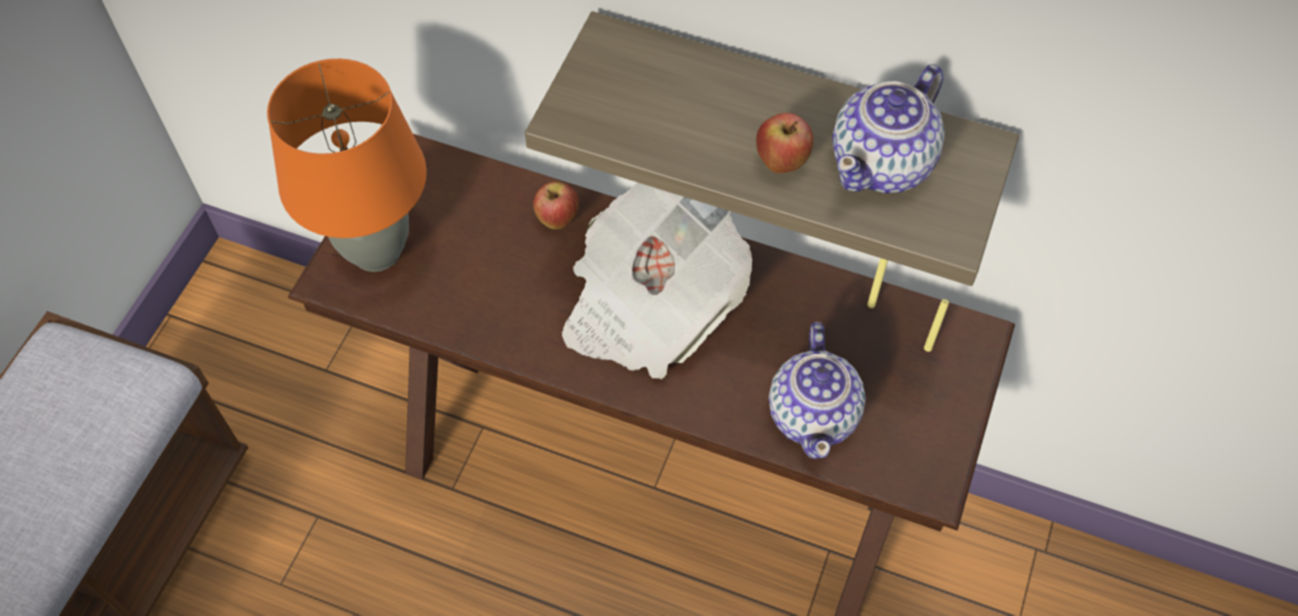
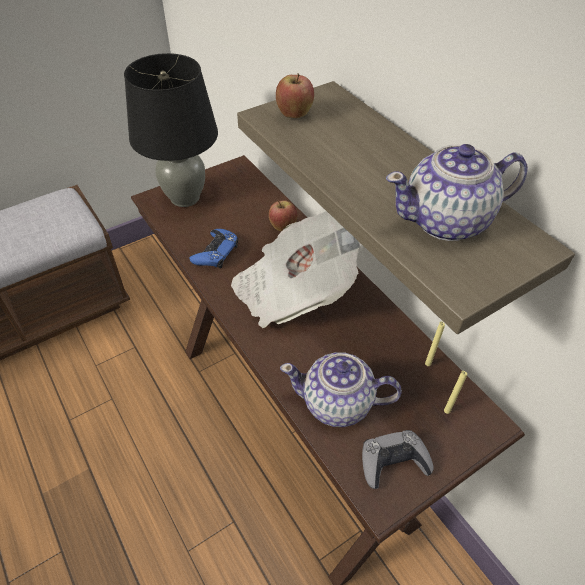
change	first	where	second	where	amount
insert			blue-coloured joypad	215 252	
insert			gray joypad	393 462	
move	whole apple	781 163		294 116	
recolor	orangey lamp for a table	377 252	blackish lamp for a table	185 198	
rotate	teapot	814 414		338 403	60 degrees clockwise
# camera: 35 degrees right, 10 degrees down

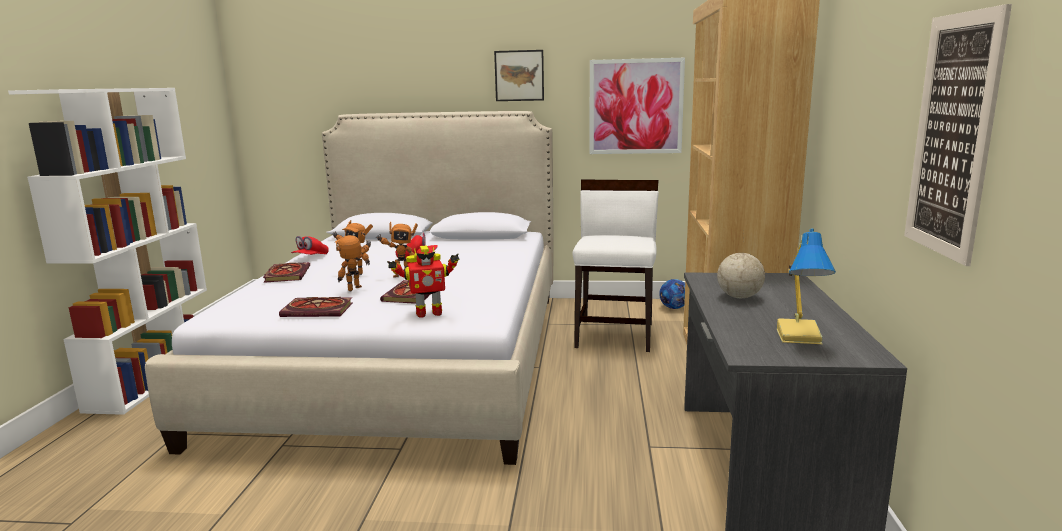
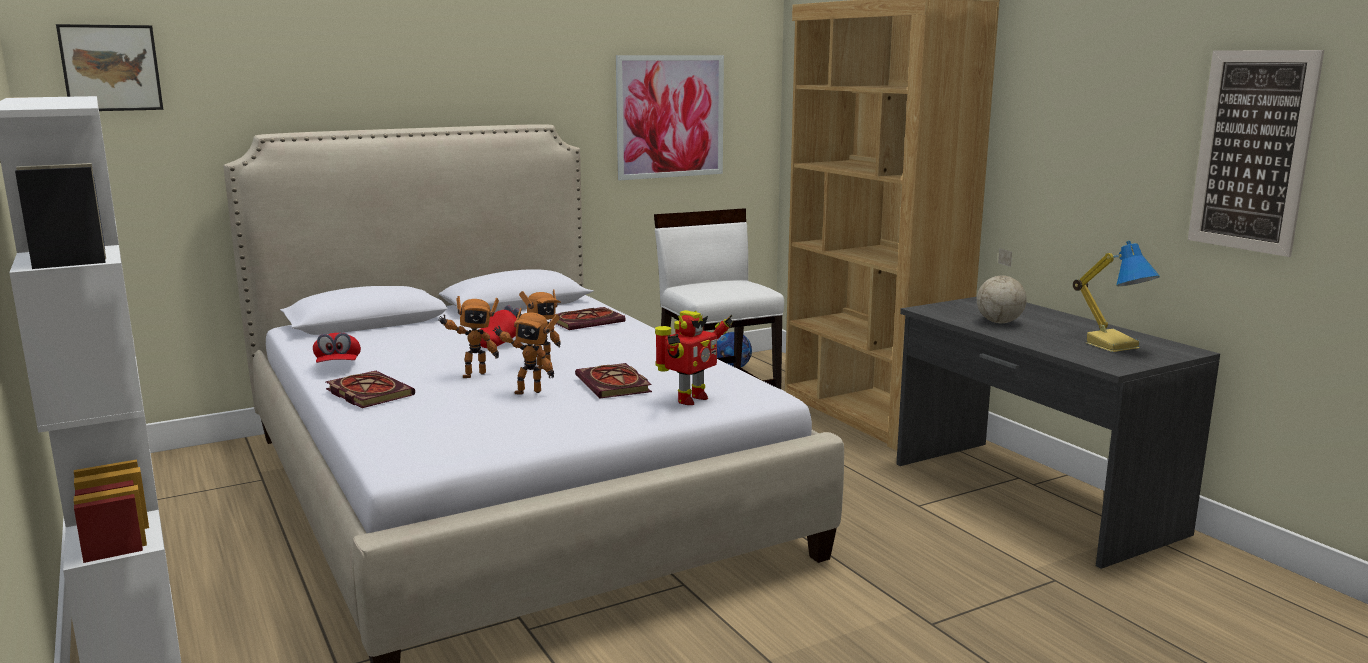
change	first	where	second	where	amount
move	book	319 310		588 321	
move	wall picture	519 75		111 68	
rotate	toy robot	357 289		527 391	90 degrees counterclockwise
# camera: 35 degrees left, 0 degrees up

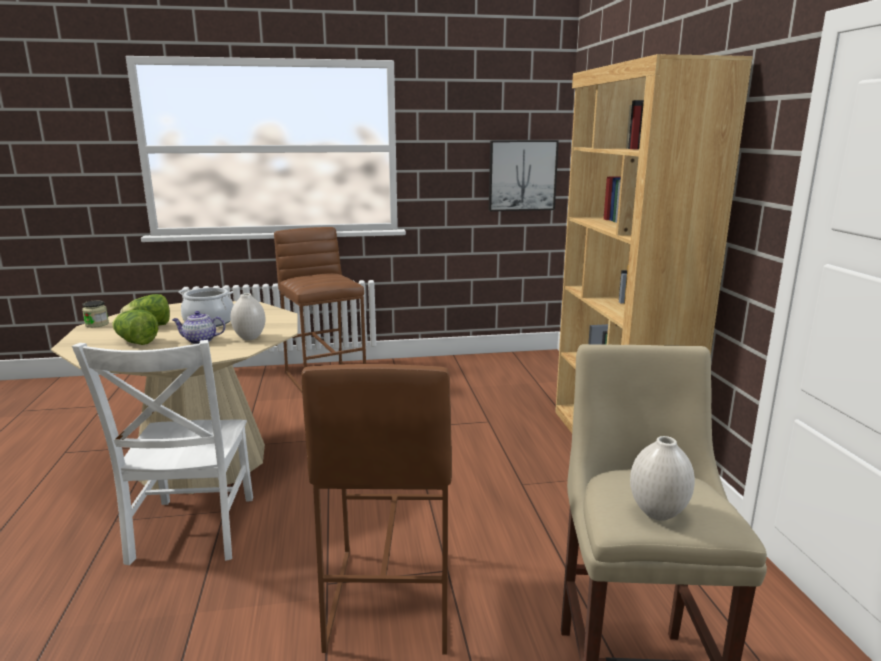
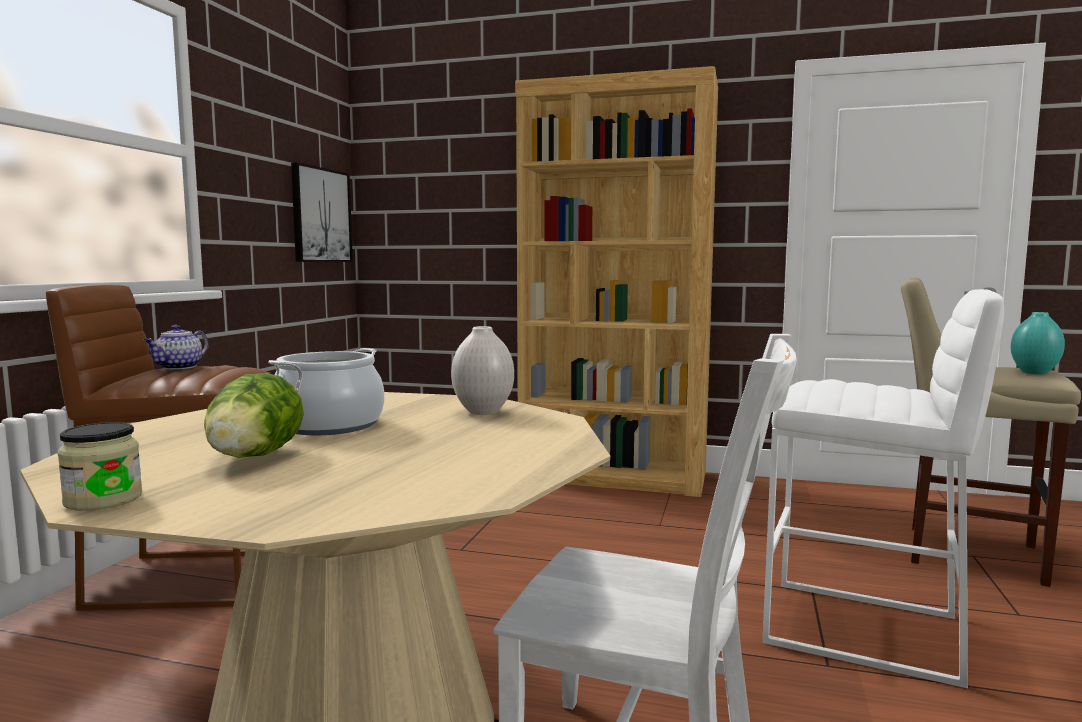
change	first	where	second	where	amount
delete	lettuce head	136 342			
move	teapot	199 340		178 367	
recolor	brown sitting stool	389 599	white sitting stool	863 631	
recolor	white flower vase	657 512	turquoise-coloured flower vase	1033 373	
# camera: 65 degrees left, 10 degrees down

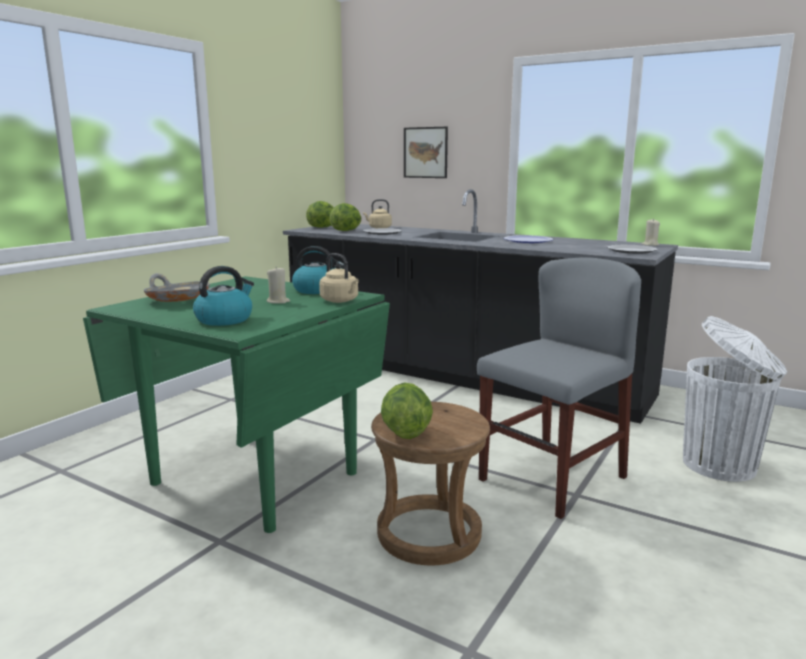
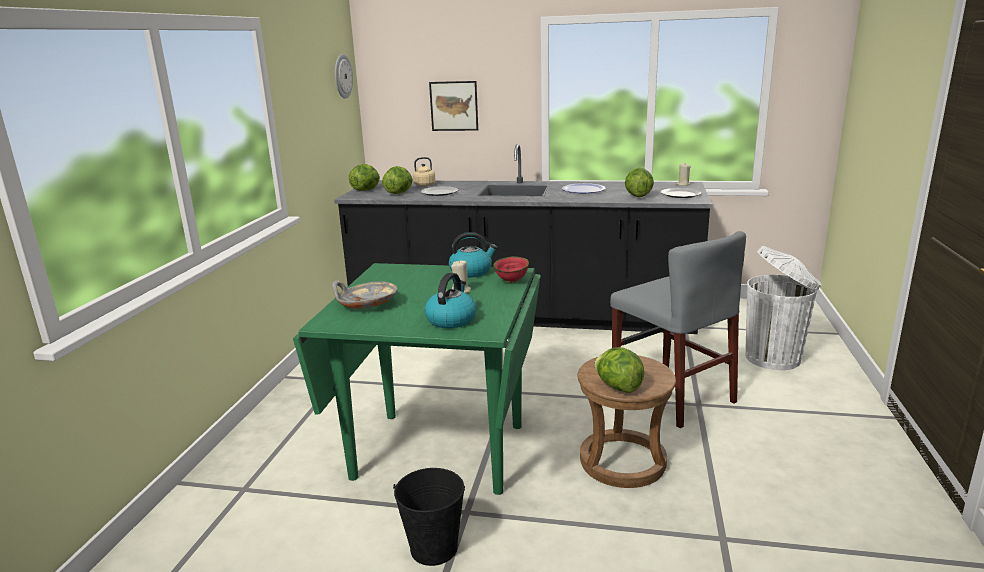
change	first	where	second	where	amount
insert			wall clock	342 76	
insert			blackish pail	434 548	
insert			lettuce head	637 196	
replace	beige tea kettle	340 301	red deep dish	512 281	
rotate	gray upright chair	552 478		672 395	120 degrees clockwise
# camera: 20 degrees left, 5 degrees up

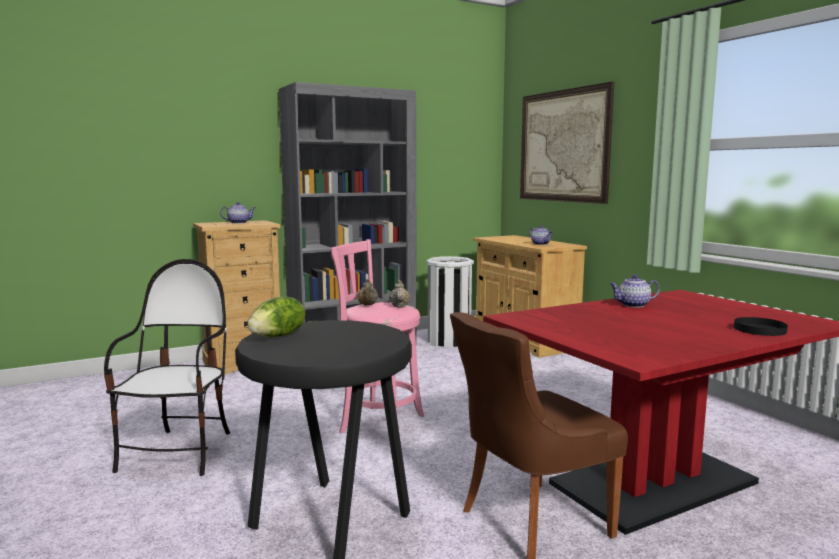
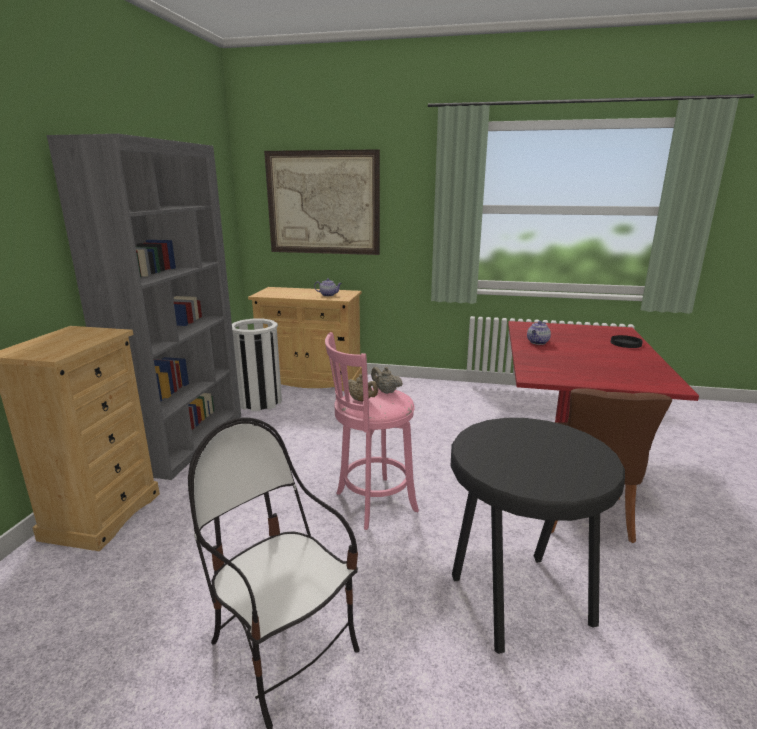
change	first	where	second	where	amount
delete	teapot	239 222			
delete	lettuce head	278 336			
# camera: 50 degrees left, 10 degrees up

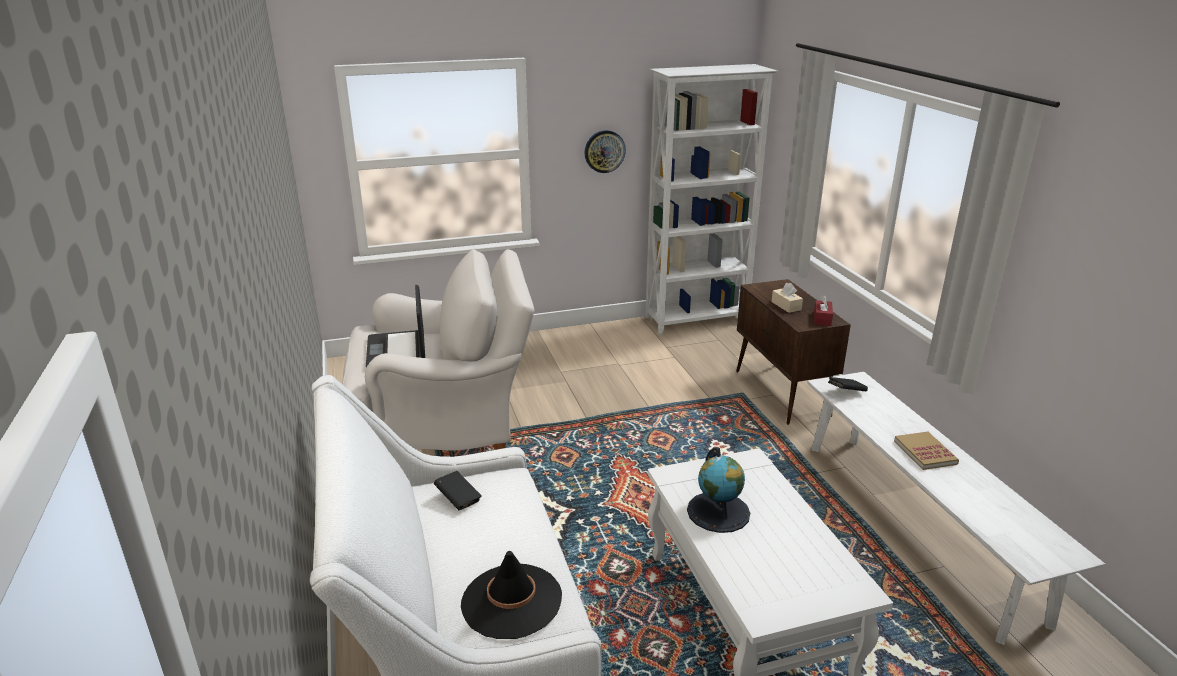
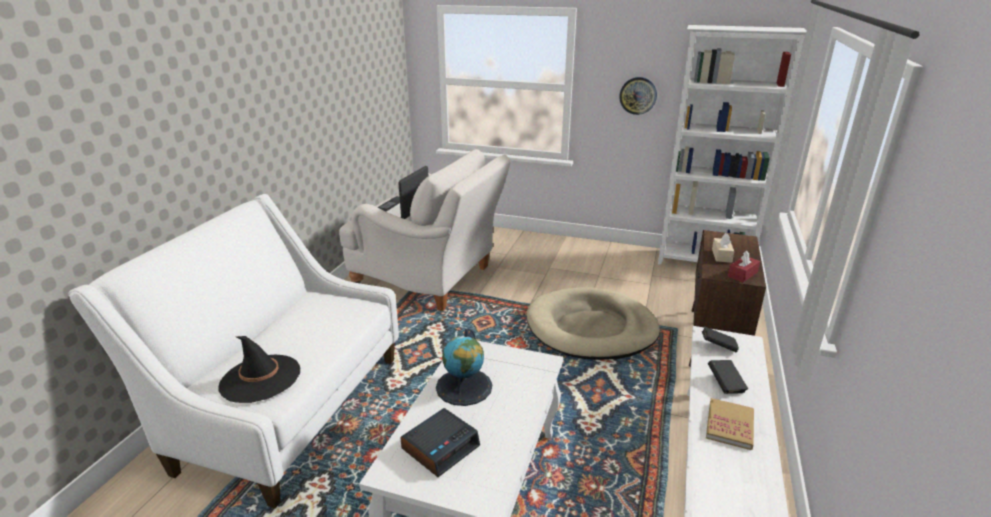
change	first	where	second	where	amount
insert			table clock	440 447	
insert			beige dog bed	591 328	
move	blackish book	458 499		725 384	
# camera: 35 degrees right, 0 degrees up

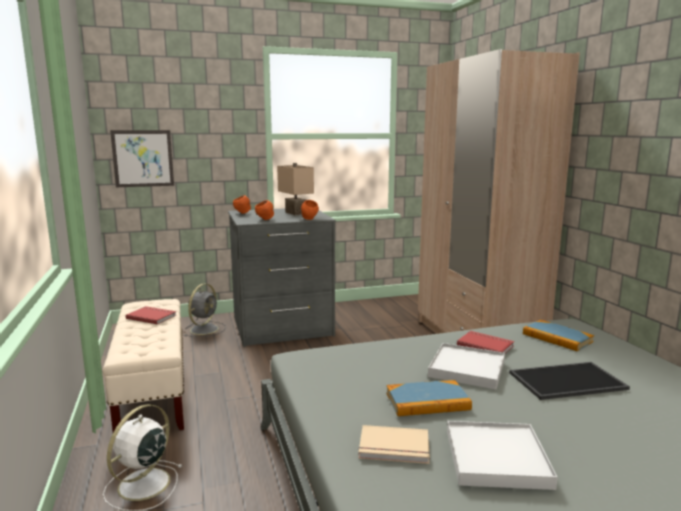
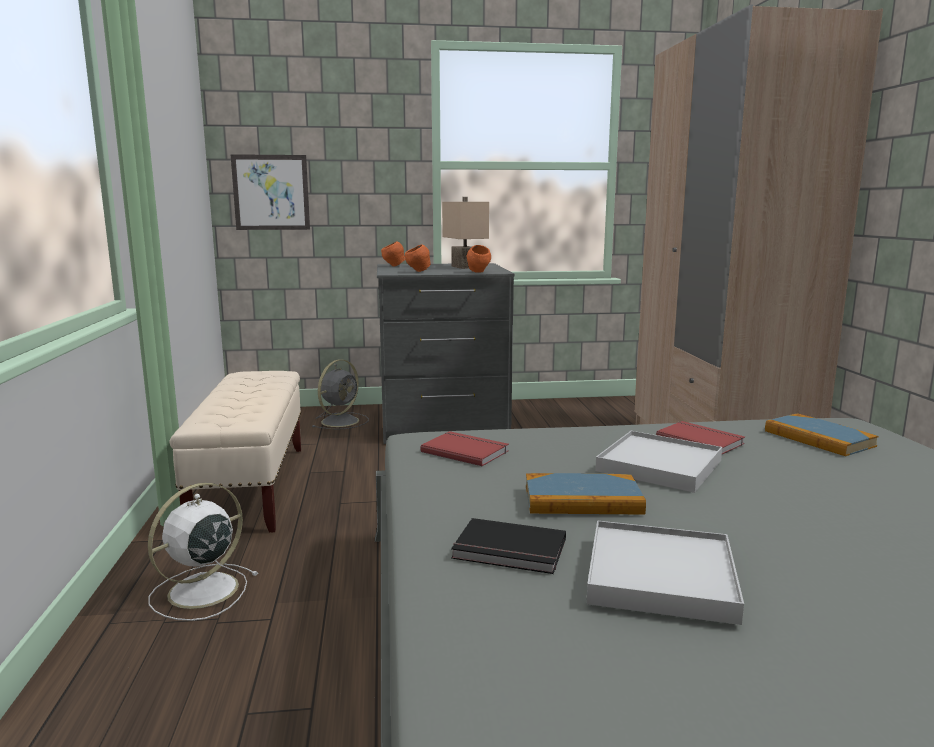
change	first	where	second	where	amount
delete	carrying tray	567 382			
move	red book	152 316		465 451	
recolor	beige book	394 448	blackish book	509 551	
# camera: 10 degrees right, 0 degrees up

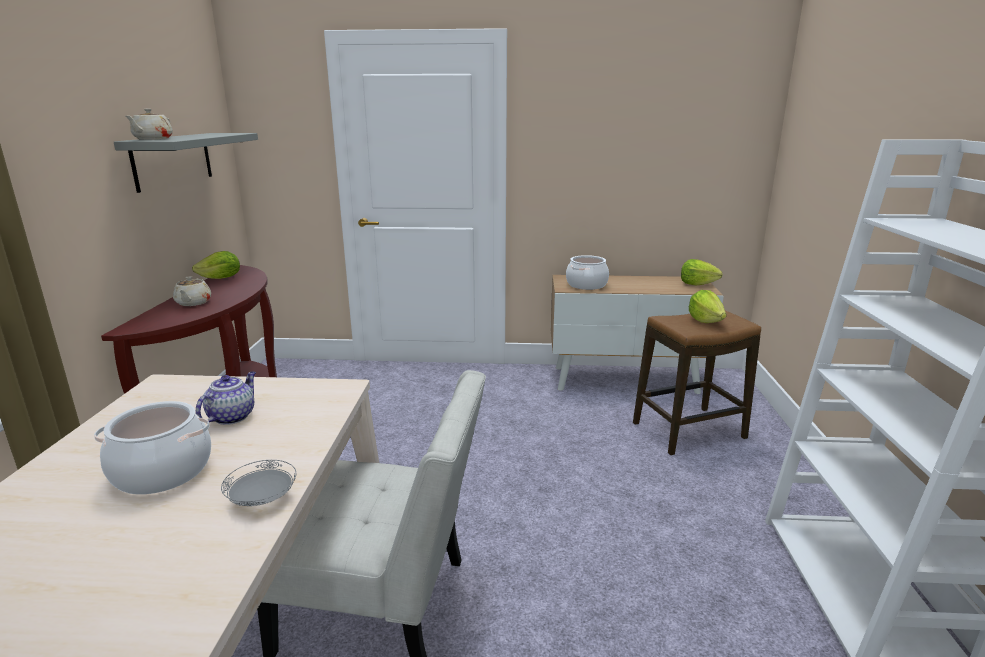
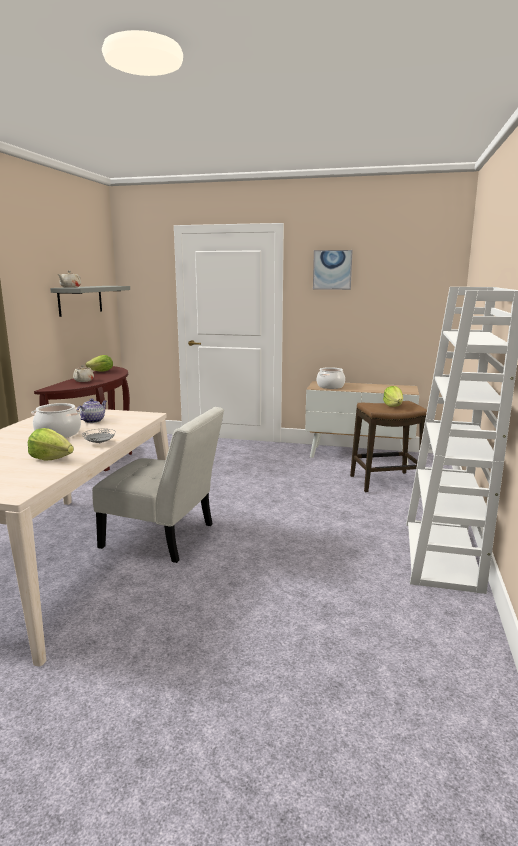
change	first	where	second	where	amount
insert			wall picture	332 270	
move	lettuce head	697 284		51 458	
# camera: 10 degrees right, 5 degrees down

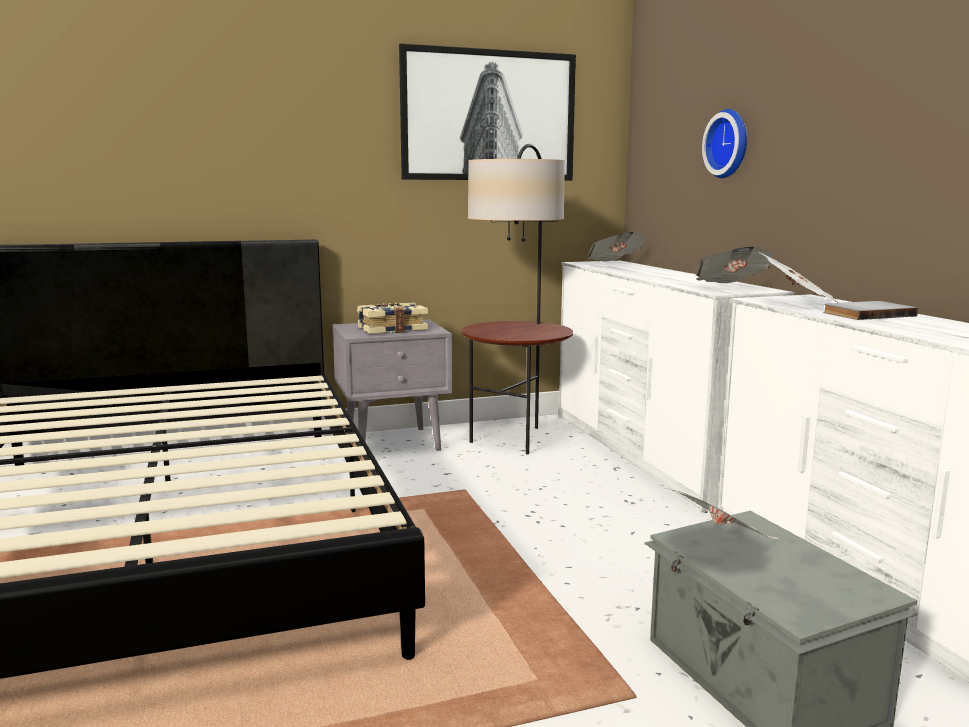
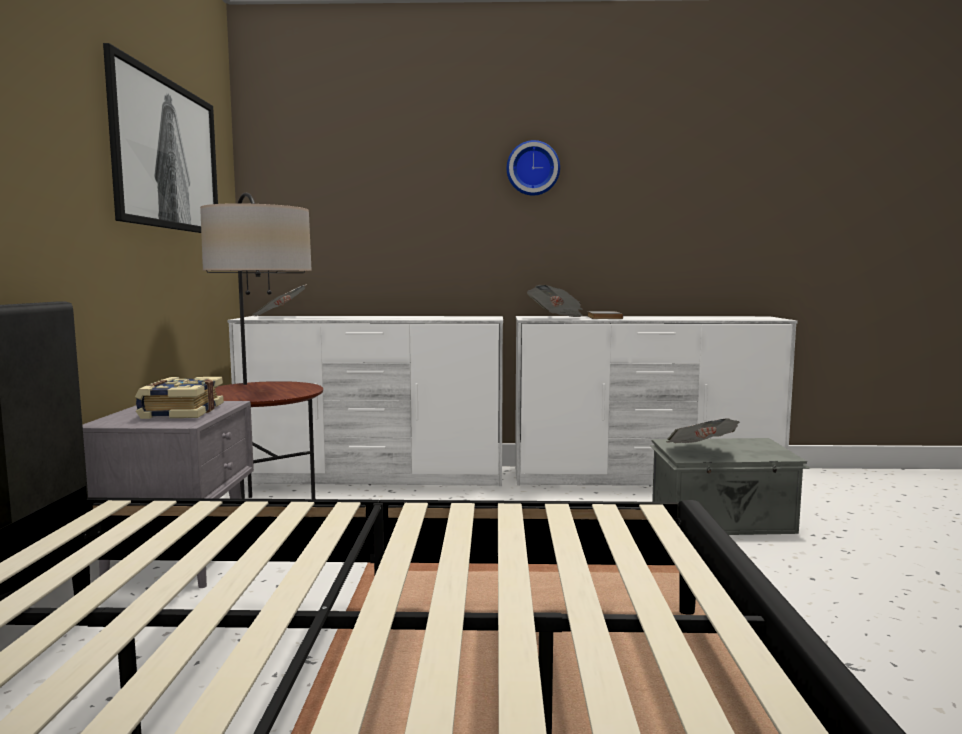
change	first	where	second	where	amount
delete	printed paper	731 287			
move	wall clock	729 144		533 168	
# camera: 70 degrees left, 5 degrees down

